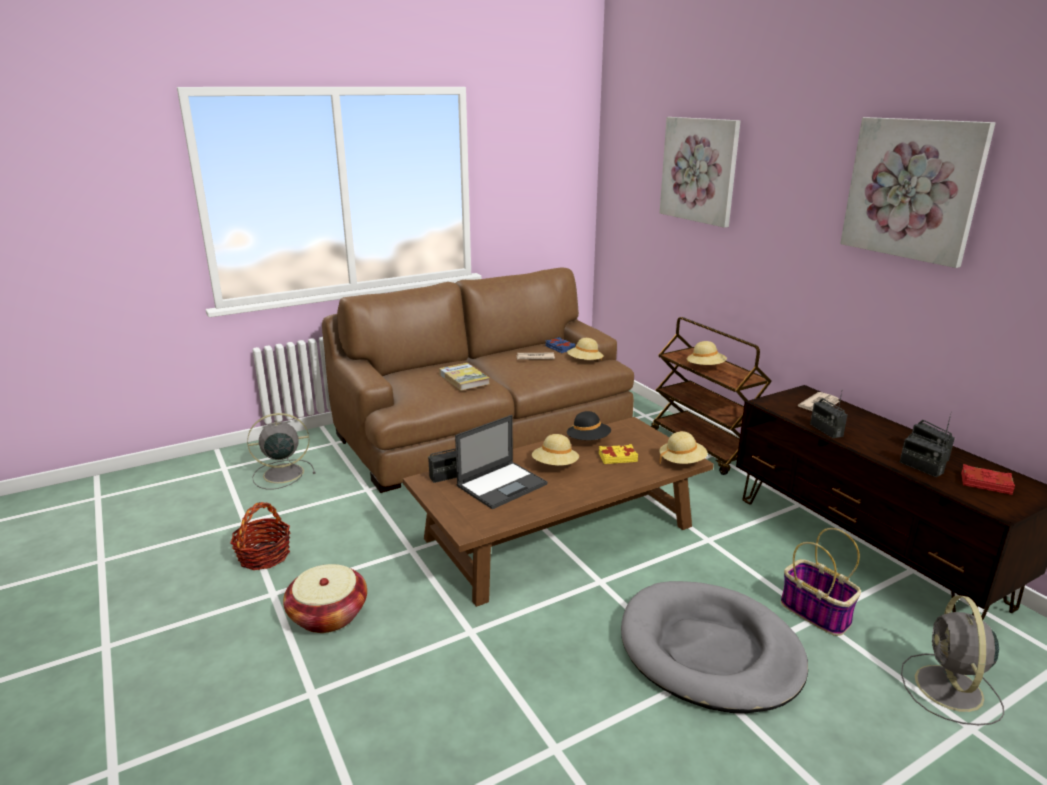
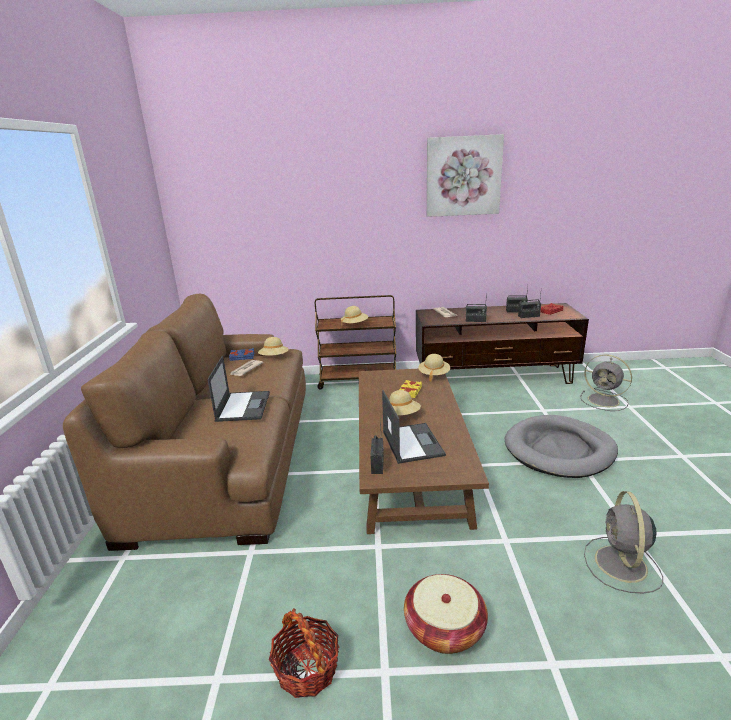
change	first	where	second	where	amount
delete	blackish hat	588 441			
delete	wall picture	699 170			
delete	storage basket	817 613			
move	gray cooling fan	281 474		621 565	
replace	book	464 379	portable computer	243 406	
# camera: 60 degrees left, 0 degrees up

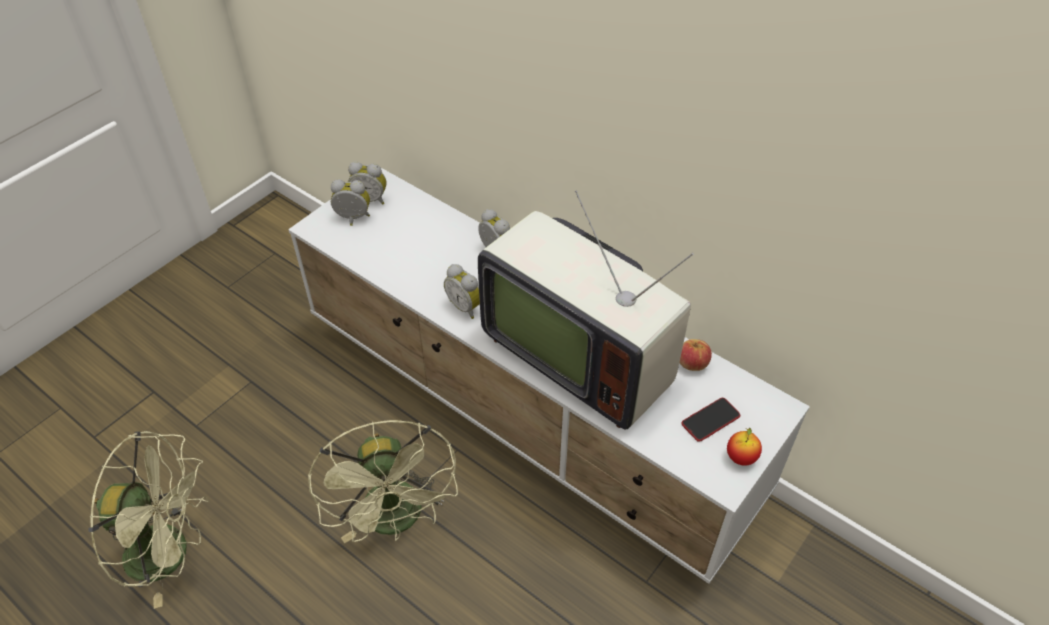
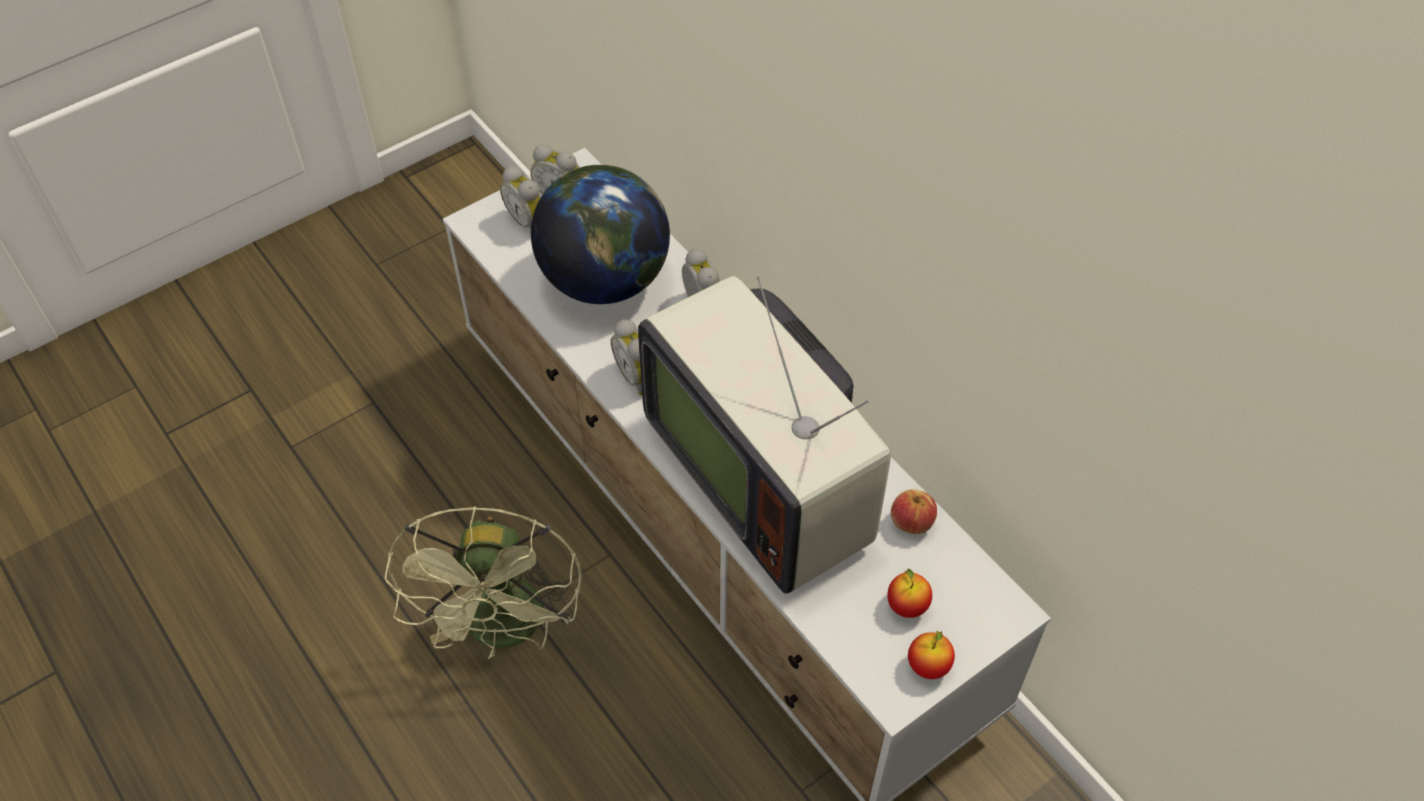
change	first	where	second	where	amount
delete	green-coloured cooling fan	171 552			
insert			world globe	605 279	
replace	handset	710 420	whole apple	906 606	
rotate	table clock	353 219		529 220	150 degrees counterclockwise
# camera: 15 degrees right, 5 degrees up

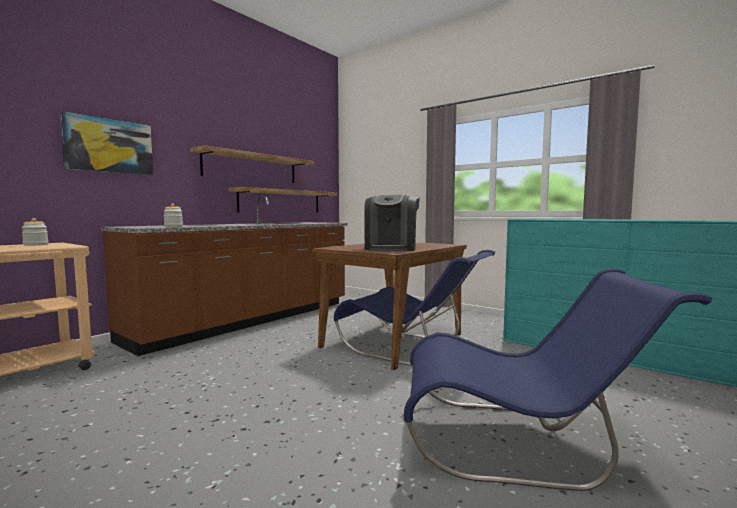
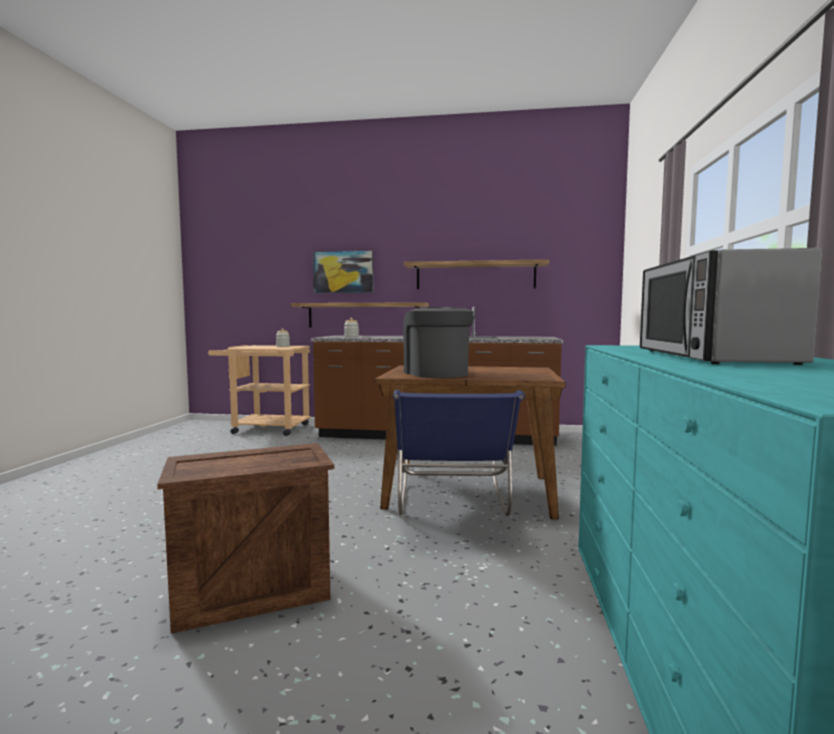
change	first	where	second	where	amount
insert			microwave	709 356	
move	shelf	281 201		363 315	
replace	blue-coloured upright chair	522 442	crate	251 592	
rotate	coffee machine	391 248		436 373	90 degrees clockwise
# camera: 60 degrees right, 0 degrees up

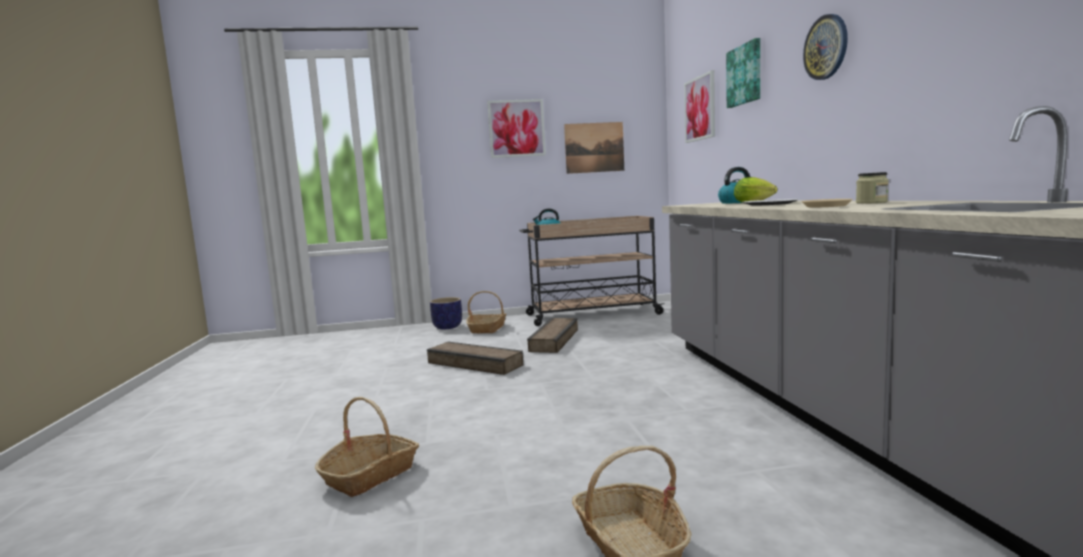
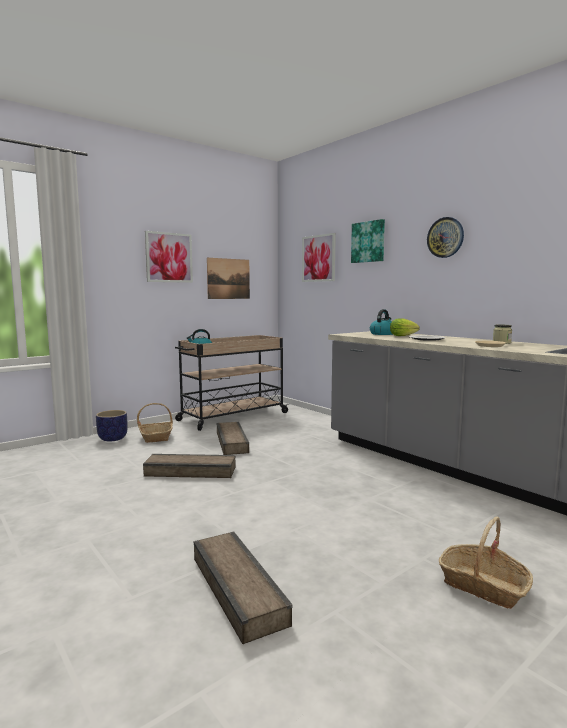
change	first	where	second	where	amount
replace	storage basket	370 474	crate	239 588	
# camera: 30 degrees left, 0 degrees up

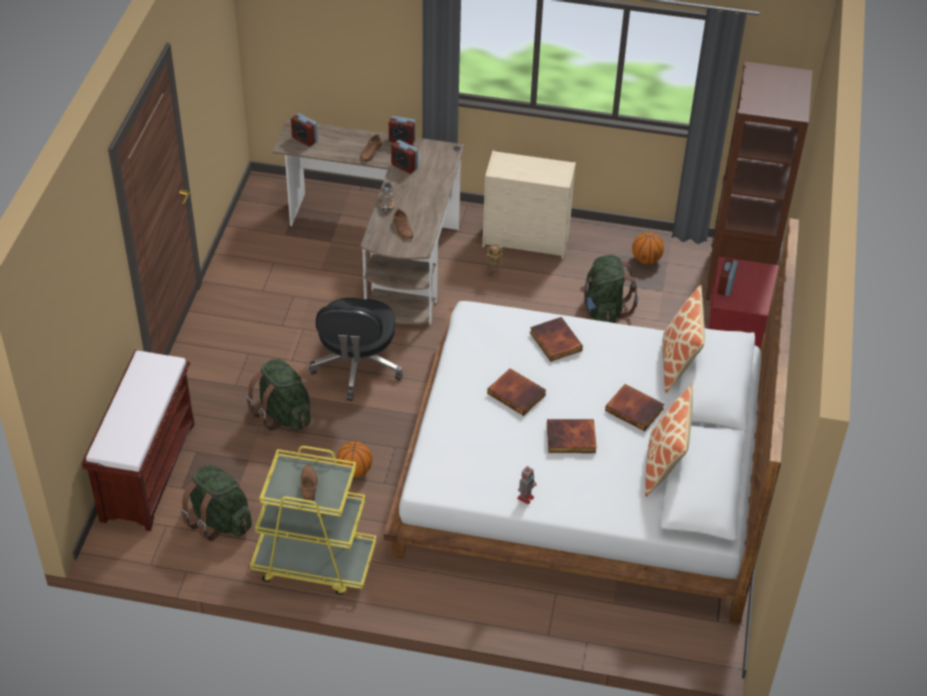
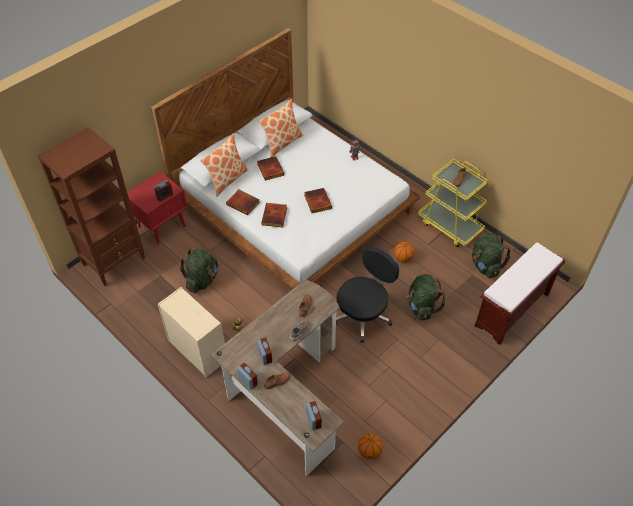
change	first	where	second	where	amount
move	book	570 439		243 203	
move	ball for basketball	646 260		369 451	
# camera: 145 degrees left, 5 degrees up

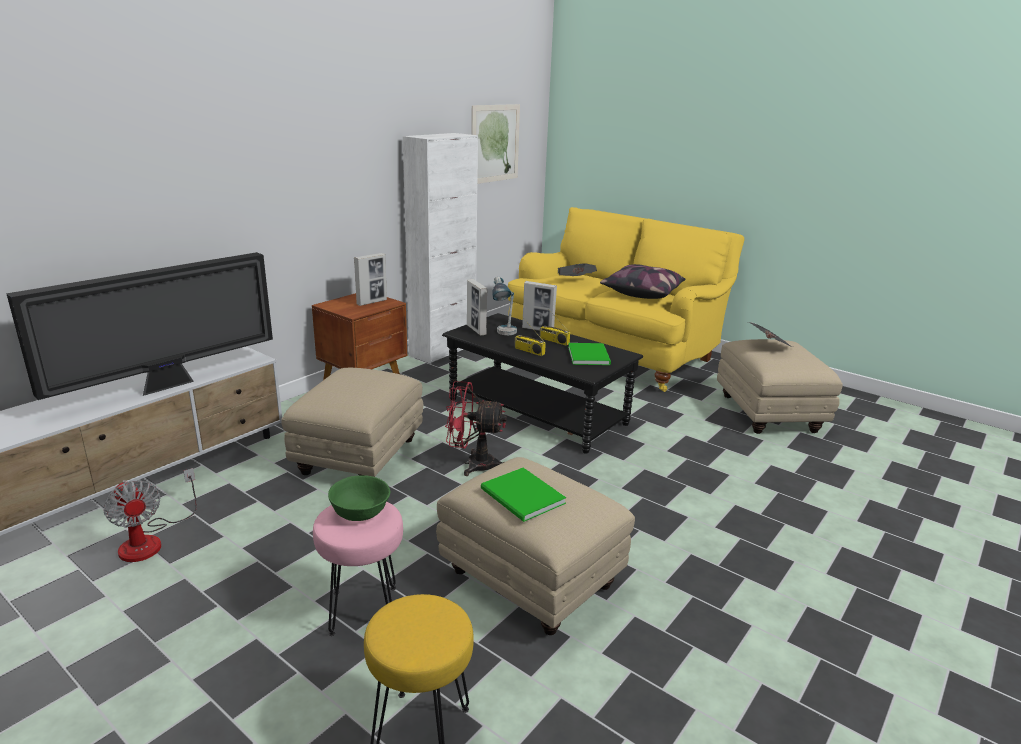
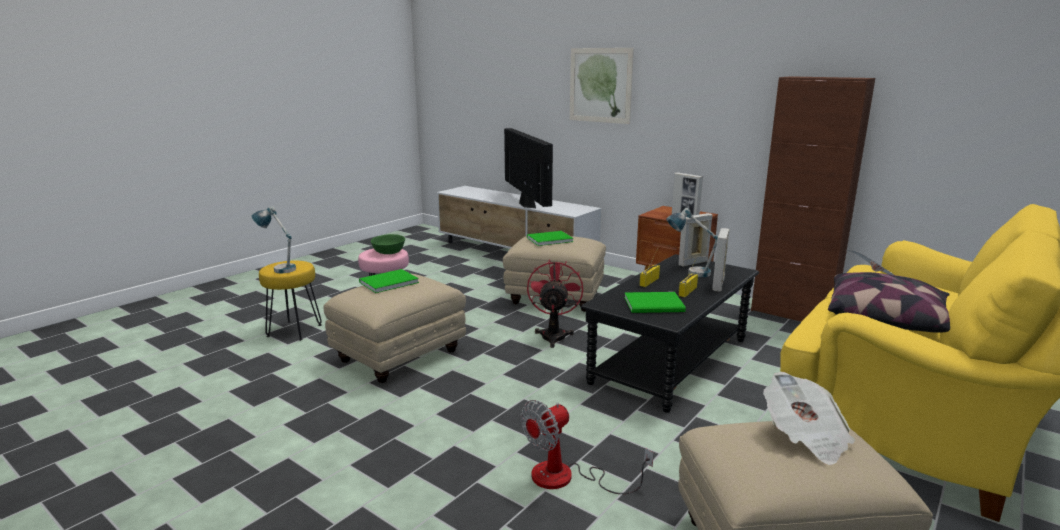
change	first	where	second	where	amount
insert			lamp for a table	278 268	
insert			green-coloured book	548 239	
move	cooling fan	150 540		567 478	
move	wall picture	495 143		600 85	
recolor	white cupboard	443 350	brown cupboard	792 314	
rotate	TV	169 385		527 205	150 degrees counterclockwise
# camera: 90 degrees right, 5 degrees down

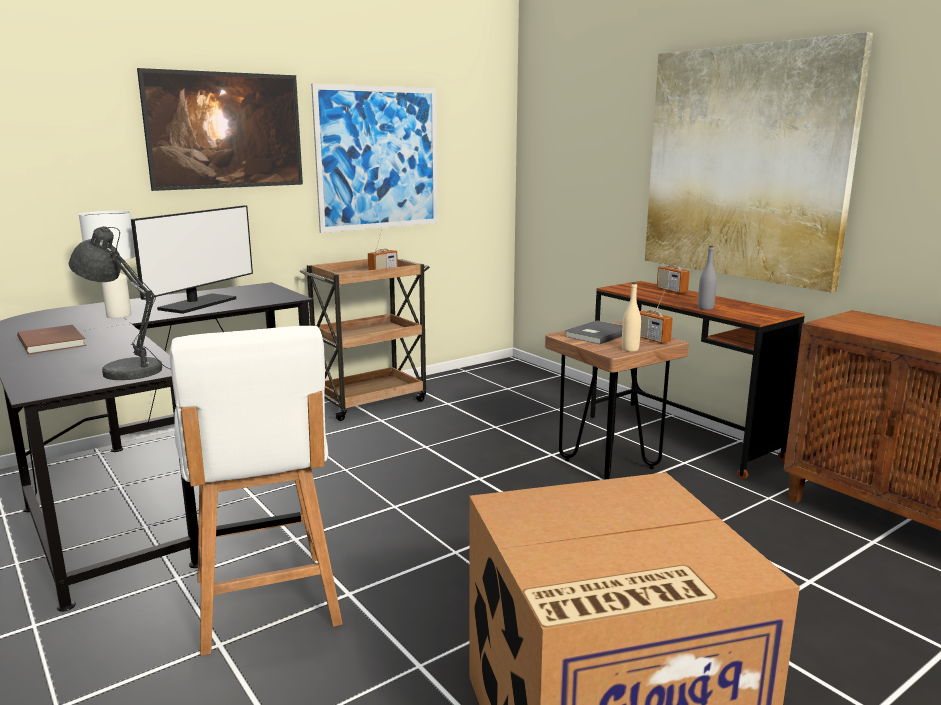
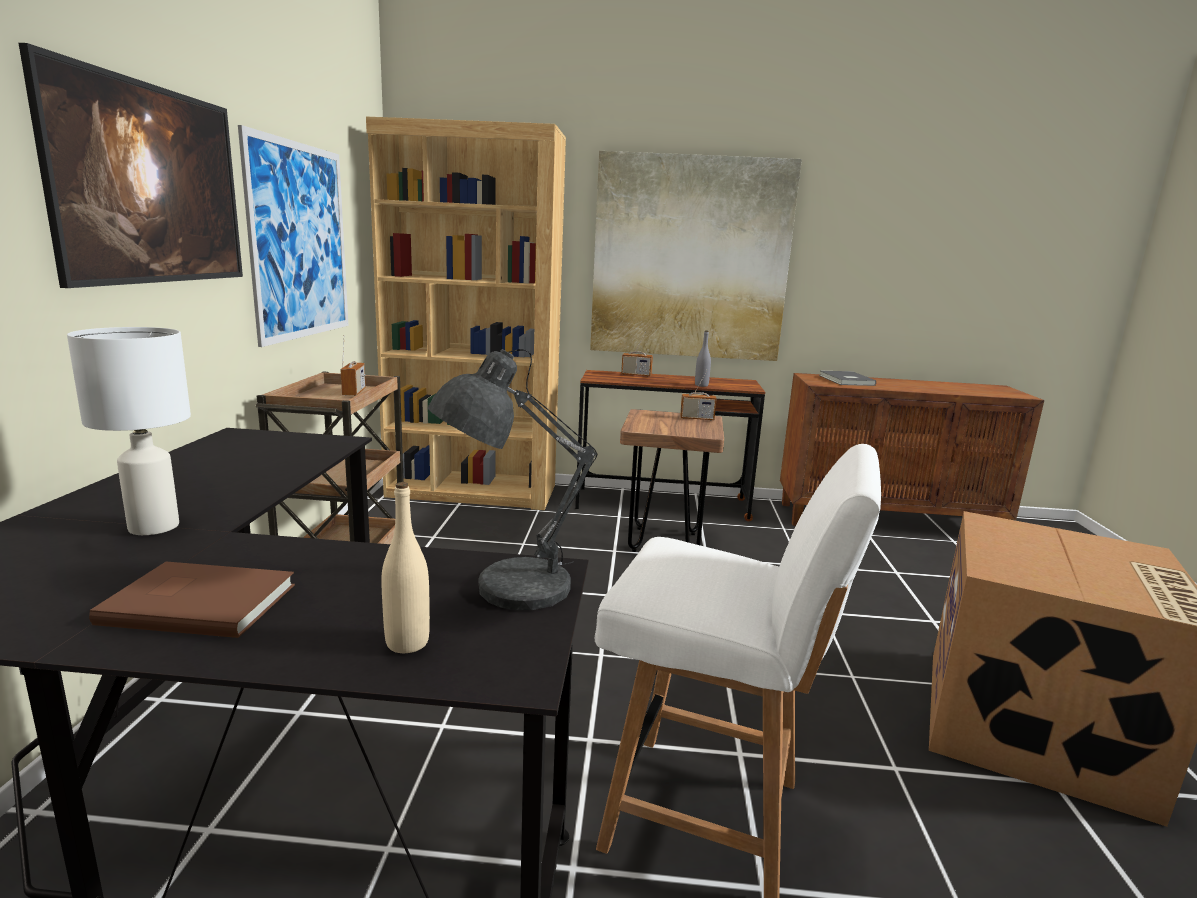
change	first	where	second	where	amount
delete	computer display	198 304			
insert			brown bookcase	473 492	
move	gray book	596 334		845 380	
move	beige bottle	630 349		407 643	
# camera: 50 degrees left, 0 degrees up

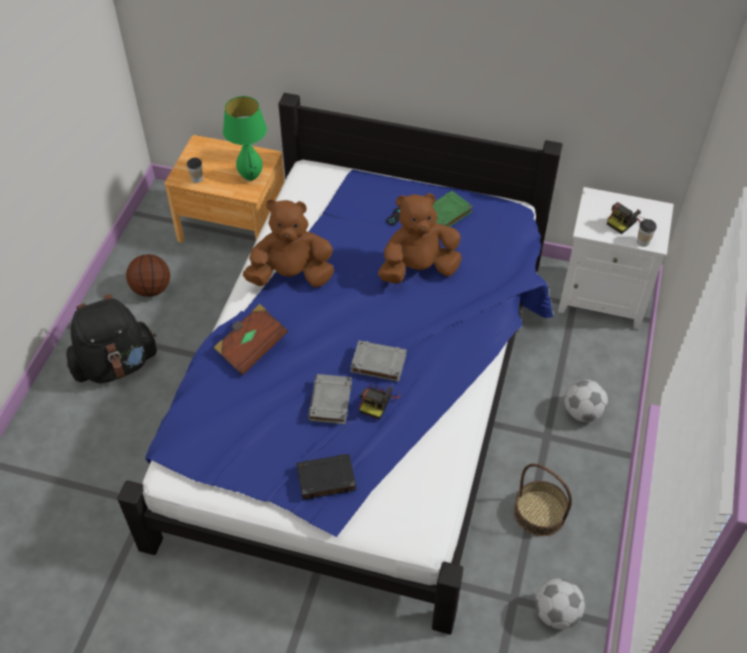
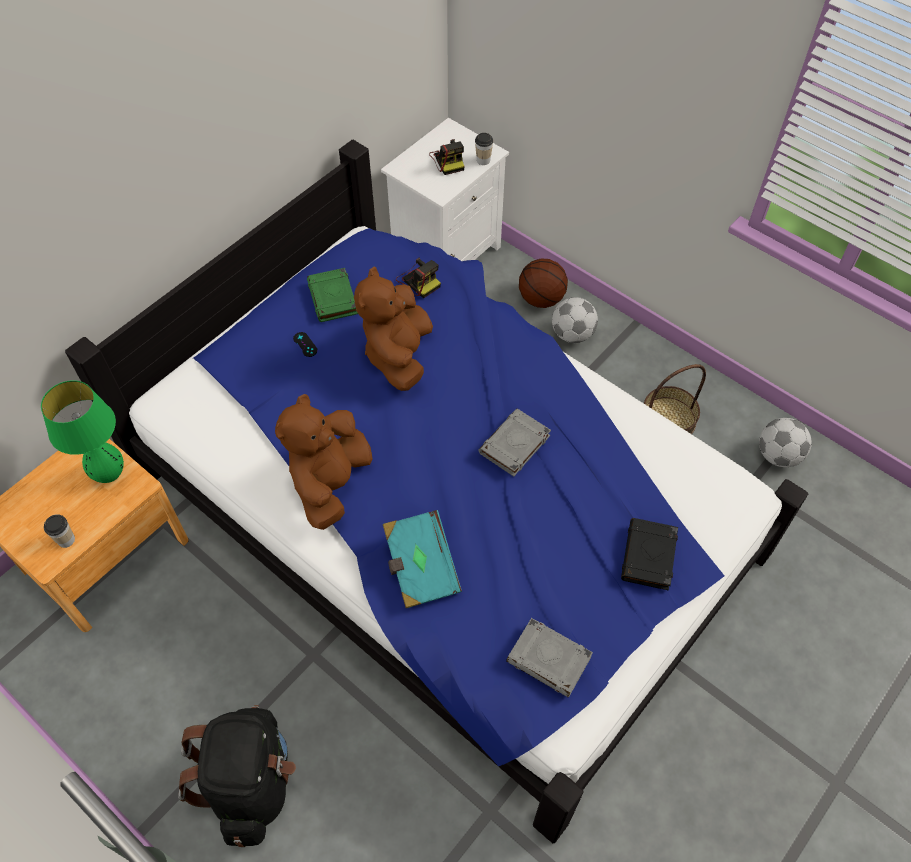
change	first	where	second	where	amount
move	ball for basketball	152 289		541 299	
move	gray book	330 402		550 660	
move	still camera	378 401		418 280	
recolor	brown book	251 347	turquoise-coloured book	420 567	
# camera: 65 degrees left, 5 degrees up

